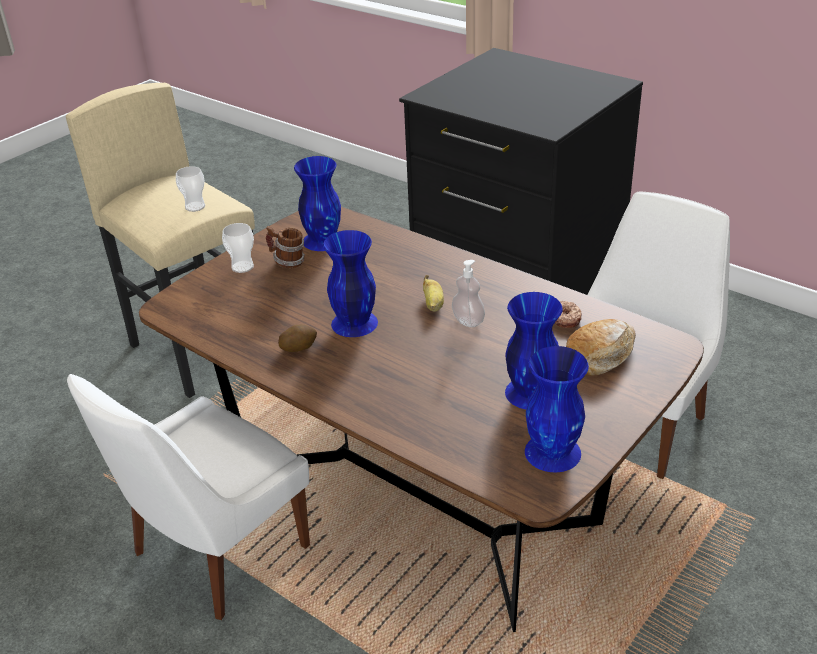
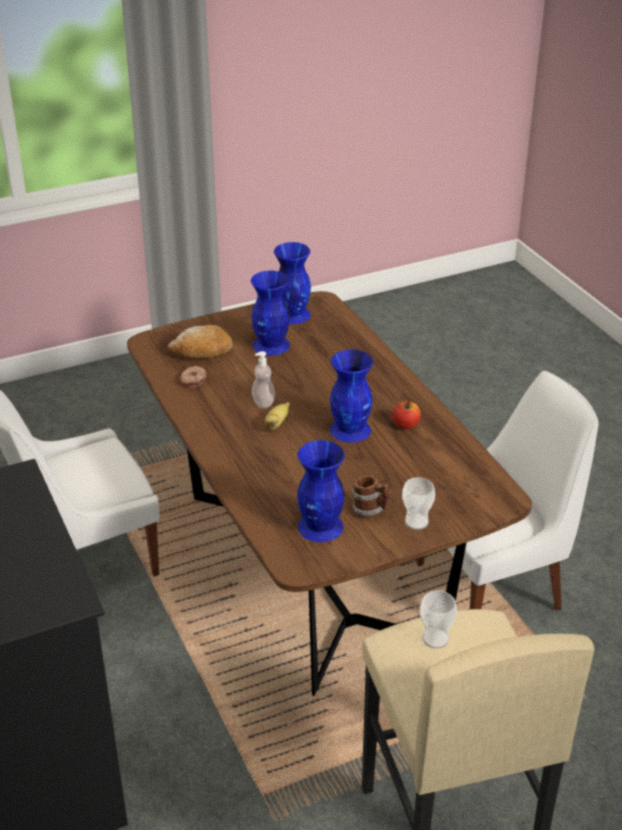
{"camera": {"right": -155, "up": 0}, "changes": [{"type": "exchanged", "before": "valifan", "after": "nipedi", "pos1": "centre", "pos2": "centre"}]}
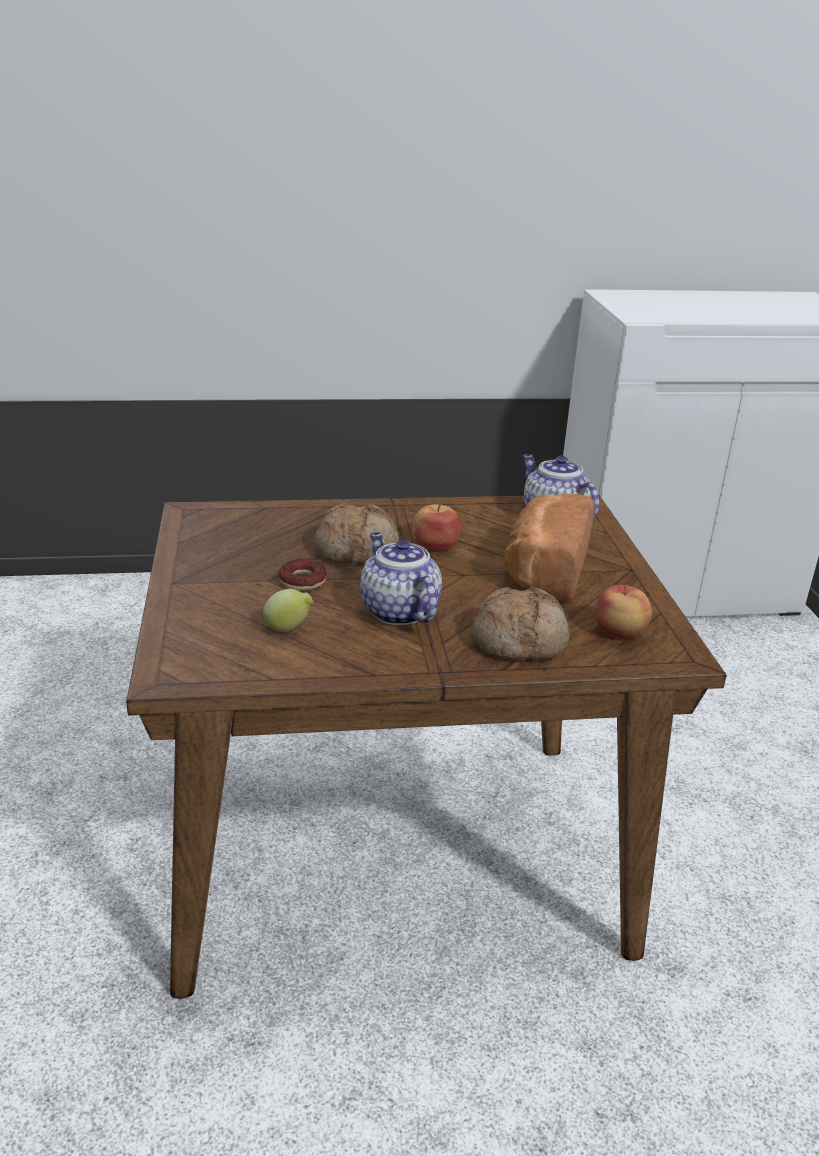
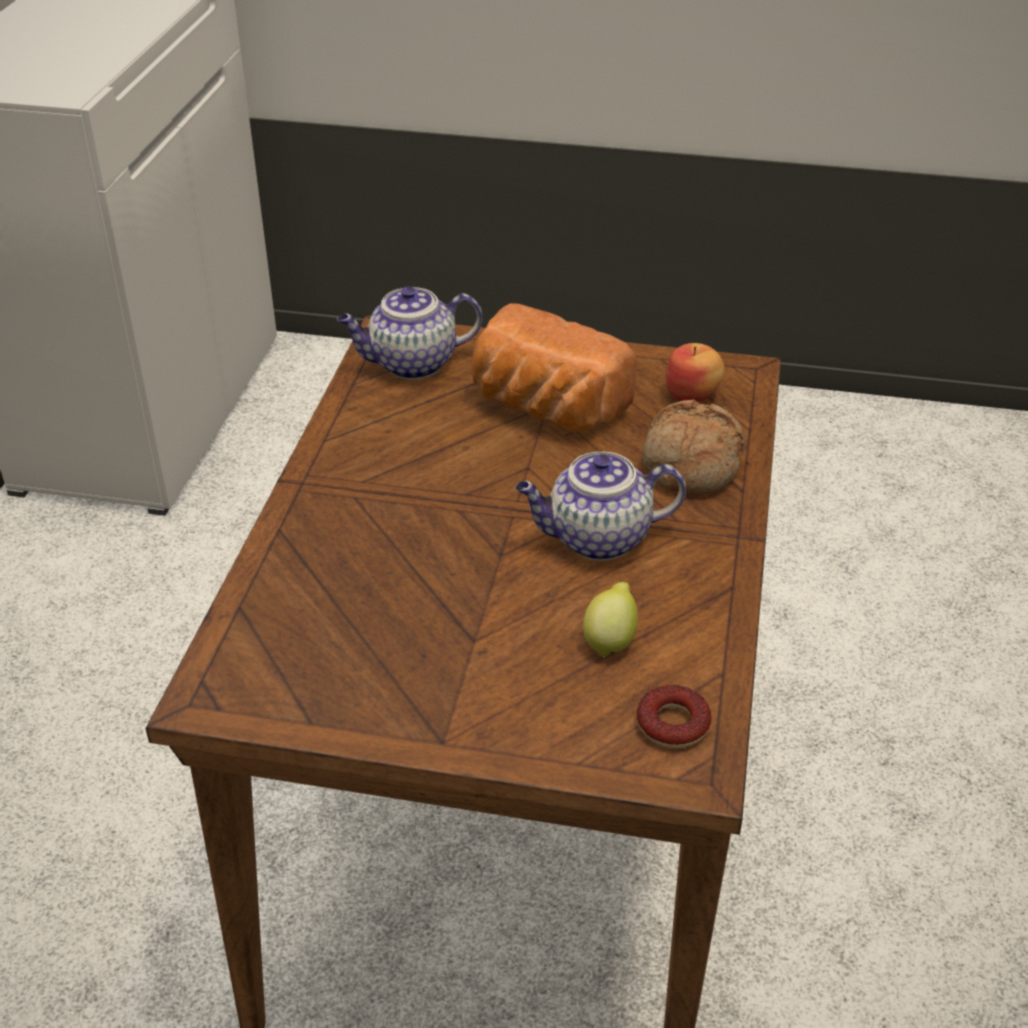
{"camera": {"right": -70, "up": 10}, "changes": [{"type": "relocated", "before": "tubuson", "pos1": "centre", "pos2": "bottom centre"}, {"type": "missing", "before": "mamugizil (no. 1 from left)", "pos1": "centre"}, {"type": "missing", "before": "nipedi (no. 1 from left)", "pos1": "centre"}]}
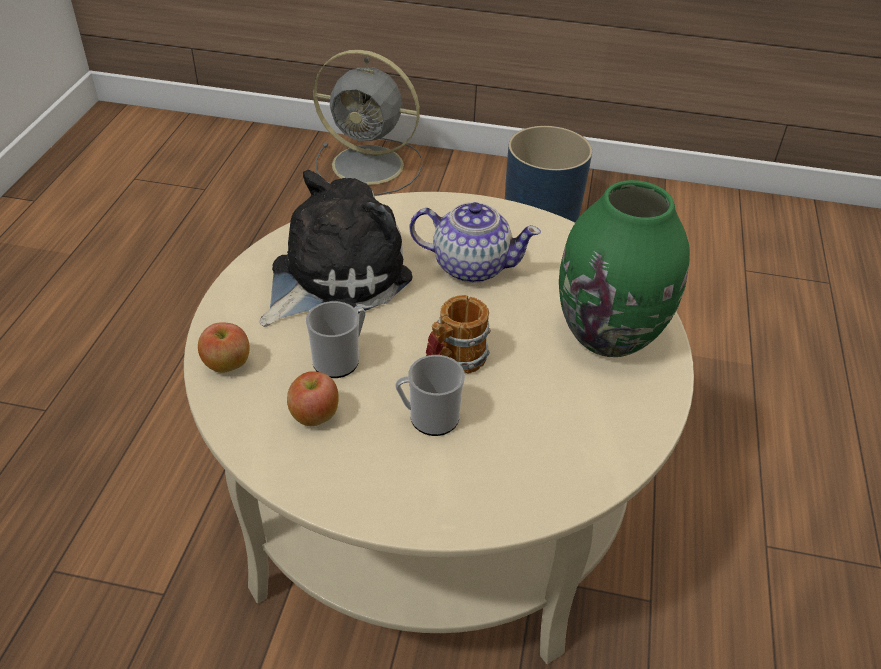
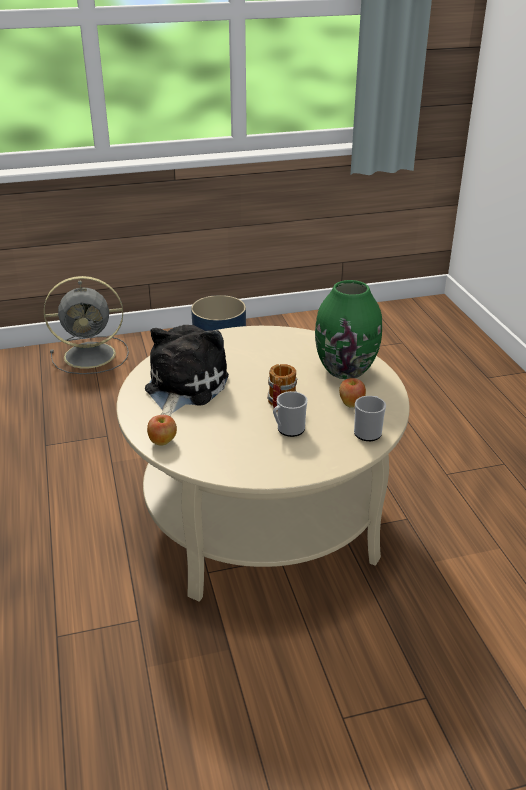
{"camera": {"right": -25, "up": -10}, "changes": [{"type": "relocated", "before": "nipedi (no. 2 from left)", "pos1": "centre", "pos2": "middle right"}, {"type": "relocated", "before": "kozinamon (no. 1 from left in the first image)", "after": "kozinamon (no. 3 from left)", "pos1": "centre", "pos2": "middle right"}, {"type": "missing", "before": "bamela", "pos1": "centre"}]}
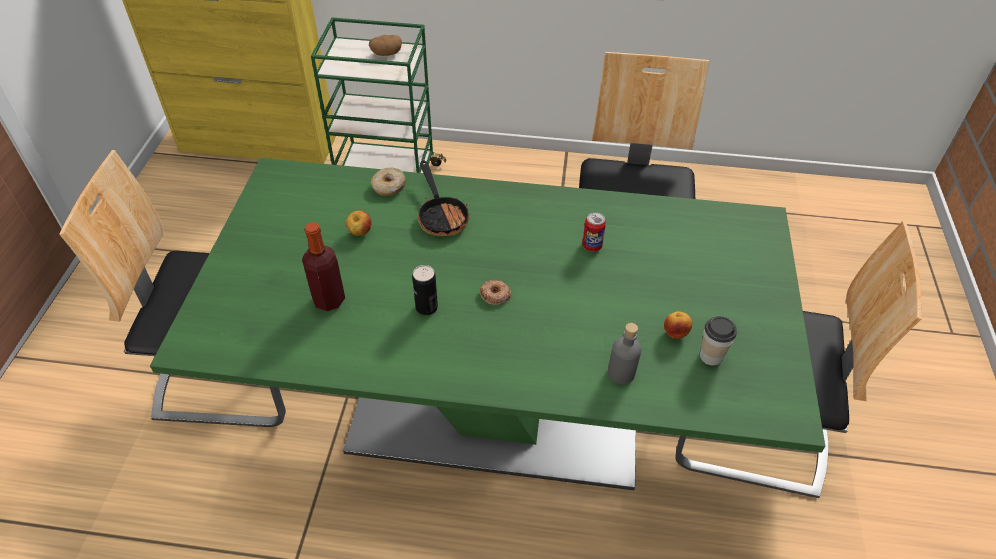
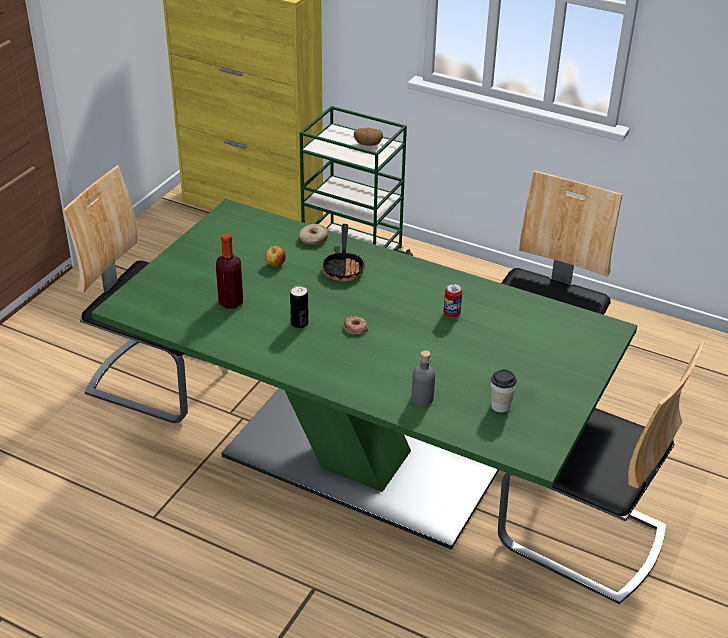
{"camera": {"right": 20, "up": -10}, "changes": [{"type": "missing", "before": "nipedi (no. 2 from left)", "pos1": "middle right"}]}
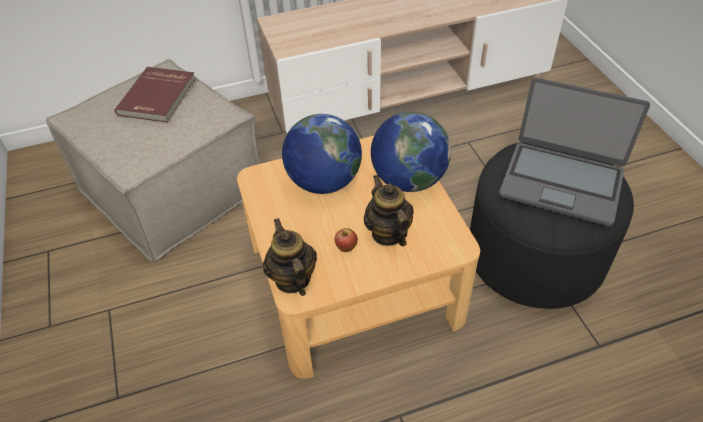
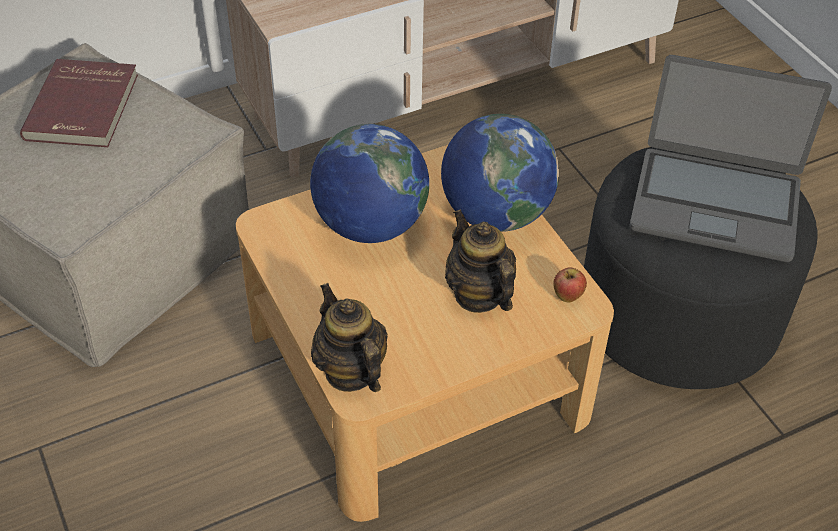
{"camera": {"right": -10, "up": 0}, "changes": [{"type": "relocated", "before": "nipedi", "pos1": "centre", "pos2": "middle right"}]}
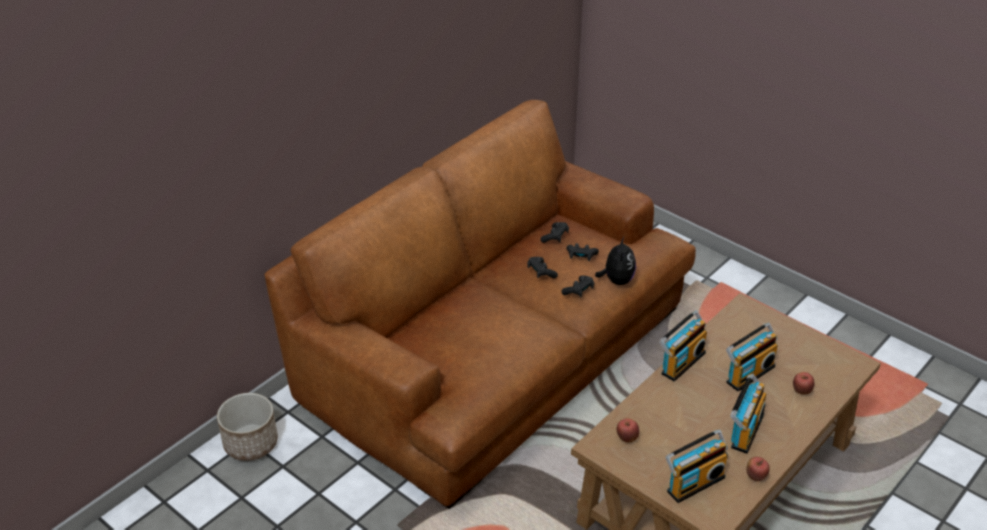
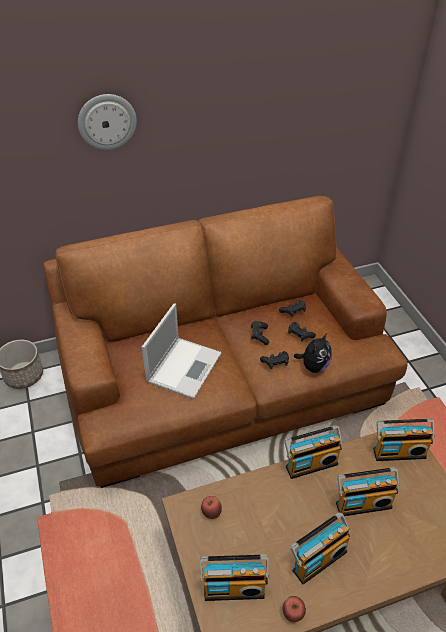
{"camera": {"right": 30, "up": 5}, "changes": [{"type": "appeared", "after": "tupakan", "pos2": "top left"}, {"type": "appeared", "after": "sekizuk", "pos2": "centre"}, {"type": "appeared", "after": "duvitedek (no. 5 from left)", "pos2": "bottom right"}, {"type": "missing", "before": "nipedi (no. 3 from left)", "pos1": "bottom right"}]}
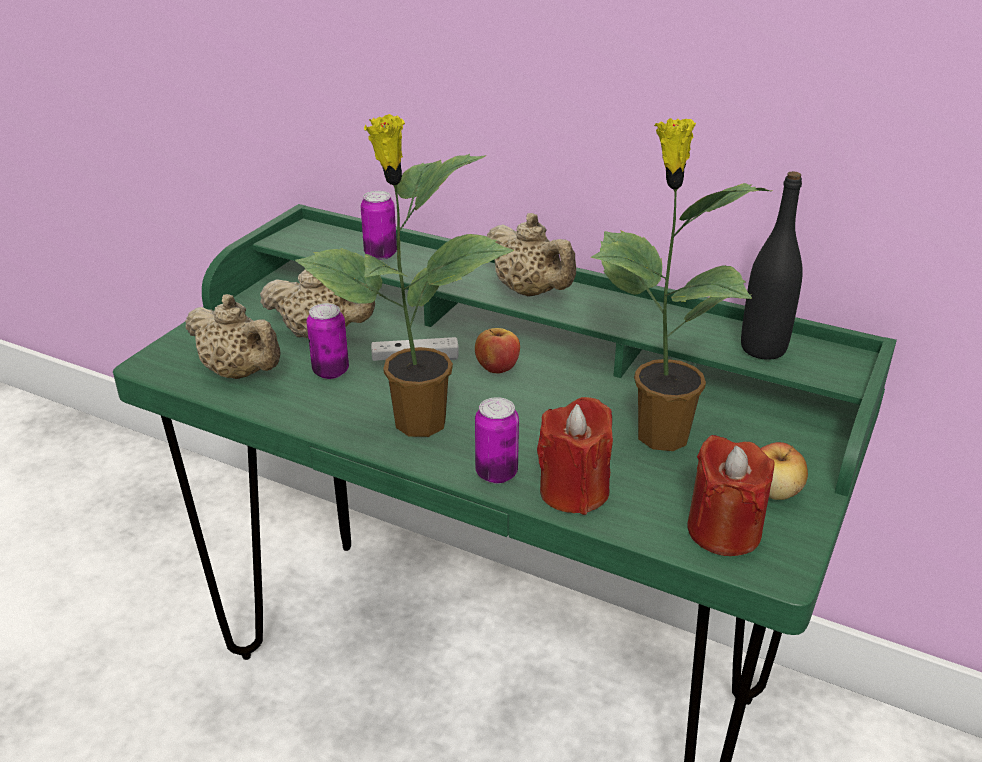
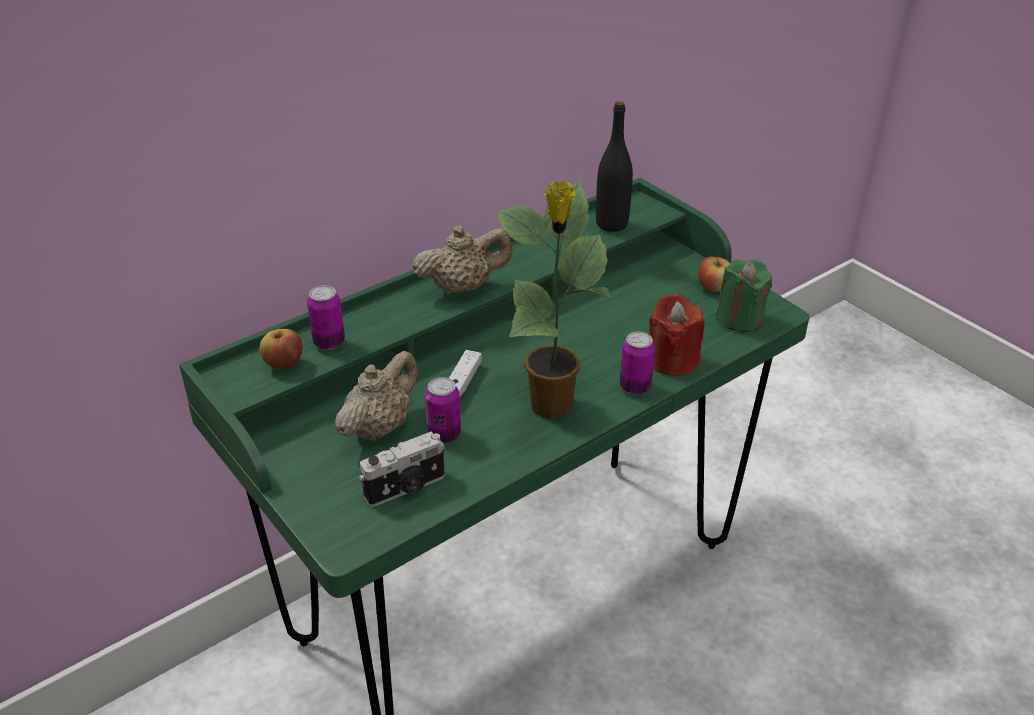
{"camera": {"right": -65, "up": 5}, "changes": [{"type": "relocated", "before": "nipedi (no. 1 from left)", "pos1": "centre", "pos2": "middle left"}, {"type": "exchanged", "before": "beige bamela (no. 1 from left)", "after": "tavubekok", "pos1": "middle left", "pos2": "centre"}, {"type": "colour", "before": "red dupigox (no. 2 from left)", "after": "green dupigox", "pos1": "middle right", "pos2": "middle right"}, {"type": "missing", "before": "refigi (no. 2 from left)", "pos1": "middle right"}]}
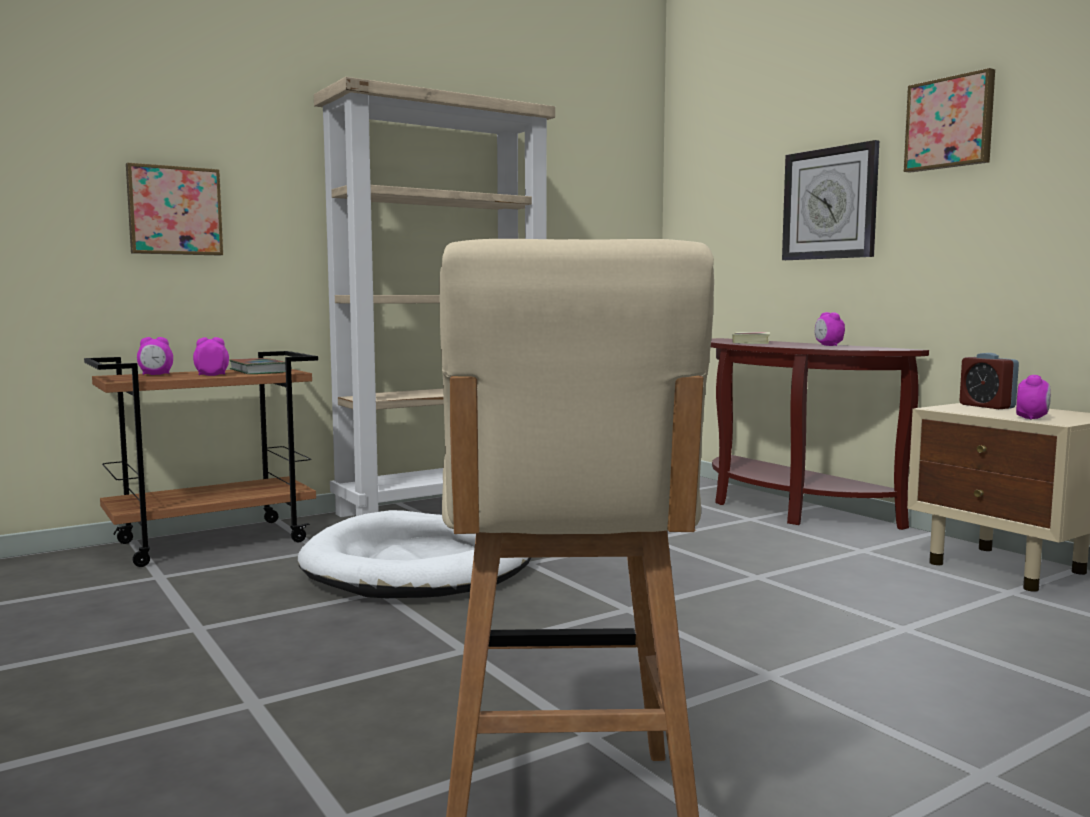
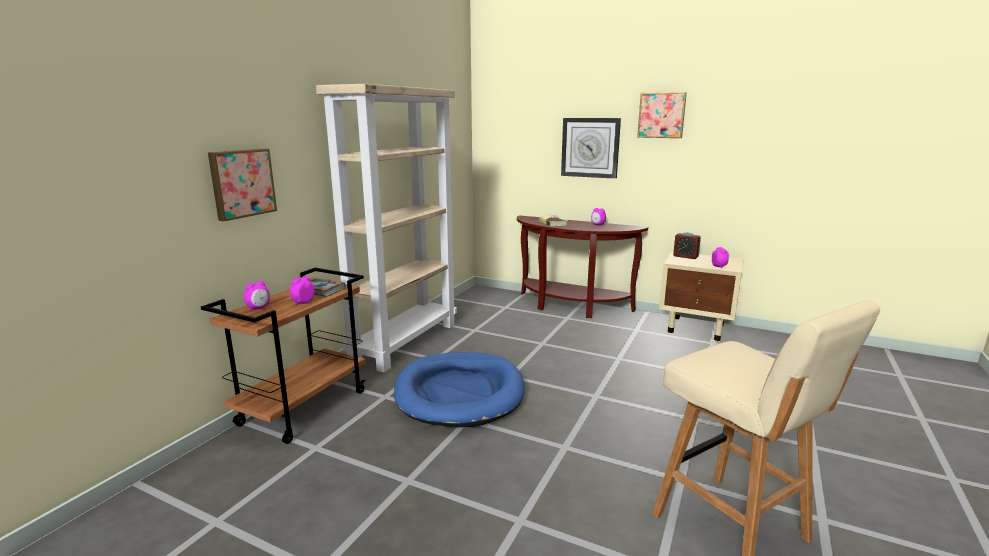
{"camera": {"right": -30, "up": 10}, "changes": [{"type": "colour", "before": "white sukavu", "after": "blue sukavu", "pos1": "bottom centre", "pos2": "bottom centre"}]}
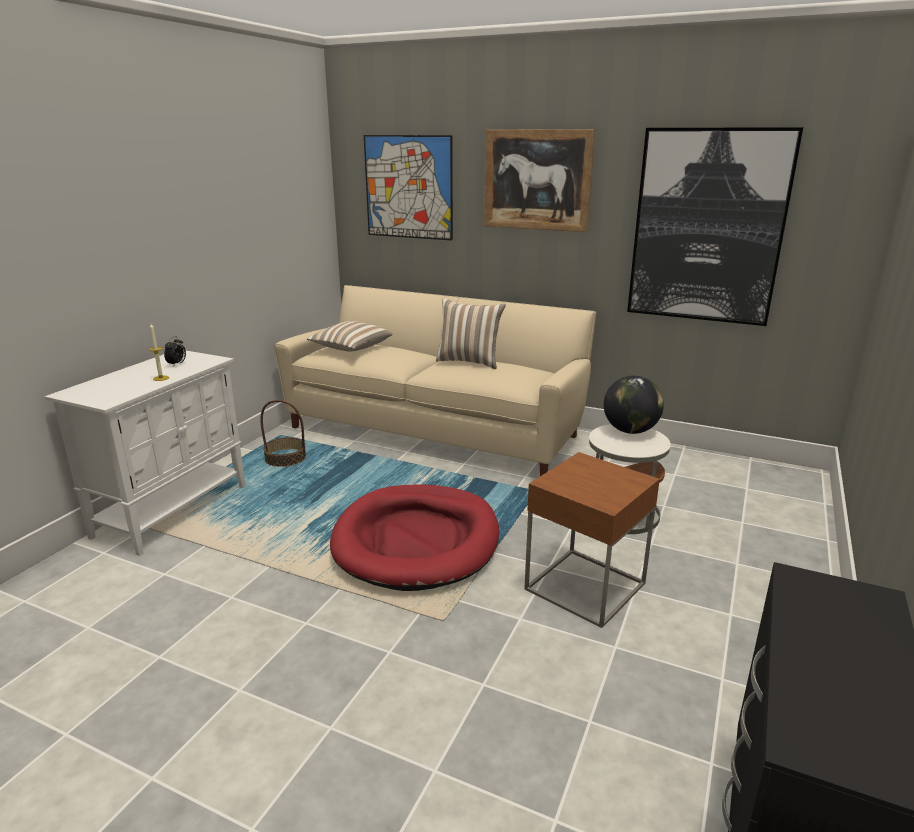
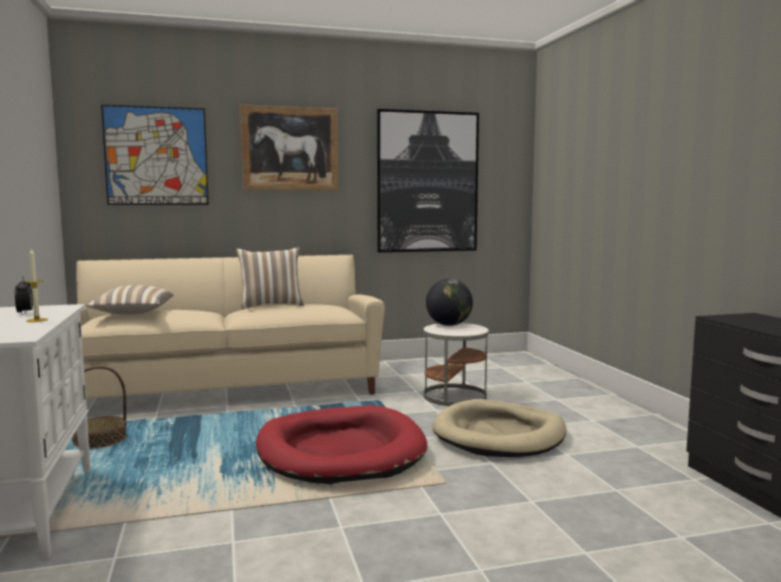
{"camera": {"right": -40, "up": -15}, "changes": [{"type": "exchanged", "before": "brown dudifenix", "after": "beige sukavu", "pos1": "centre", "pos2": "bottom centre"}]}
